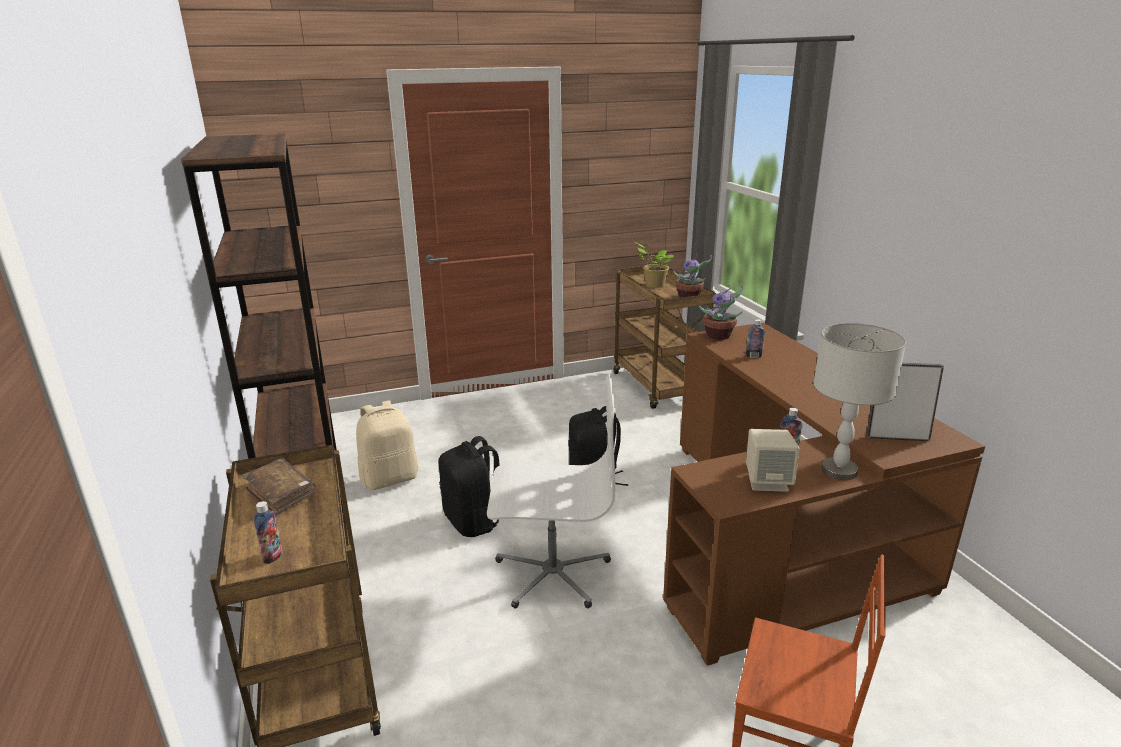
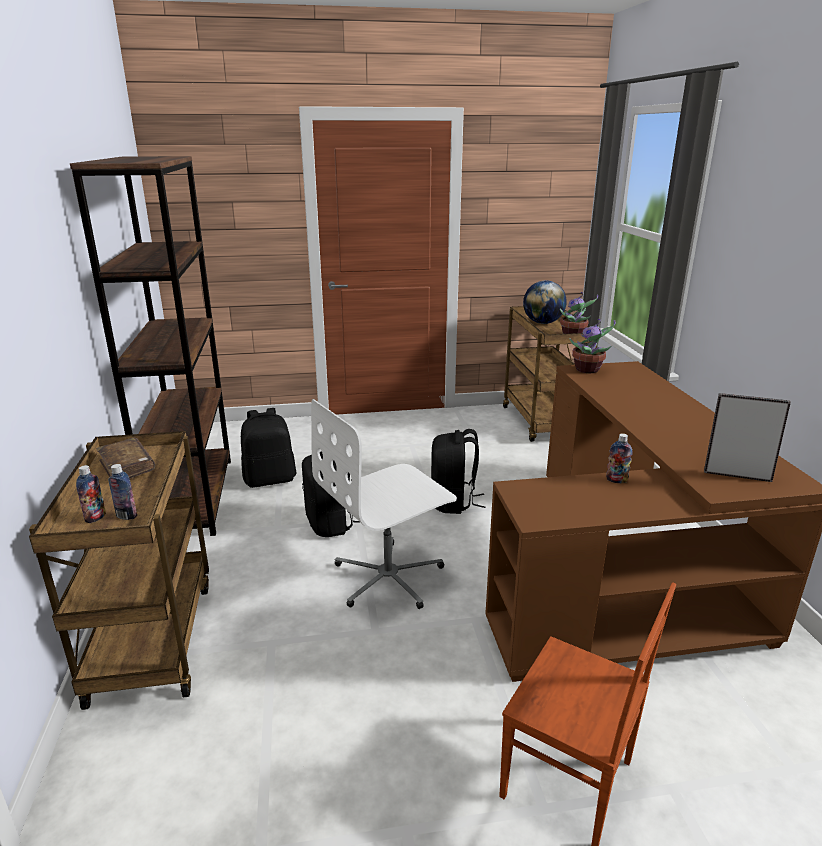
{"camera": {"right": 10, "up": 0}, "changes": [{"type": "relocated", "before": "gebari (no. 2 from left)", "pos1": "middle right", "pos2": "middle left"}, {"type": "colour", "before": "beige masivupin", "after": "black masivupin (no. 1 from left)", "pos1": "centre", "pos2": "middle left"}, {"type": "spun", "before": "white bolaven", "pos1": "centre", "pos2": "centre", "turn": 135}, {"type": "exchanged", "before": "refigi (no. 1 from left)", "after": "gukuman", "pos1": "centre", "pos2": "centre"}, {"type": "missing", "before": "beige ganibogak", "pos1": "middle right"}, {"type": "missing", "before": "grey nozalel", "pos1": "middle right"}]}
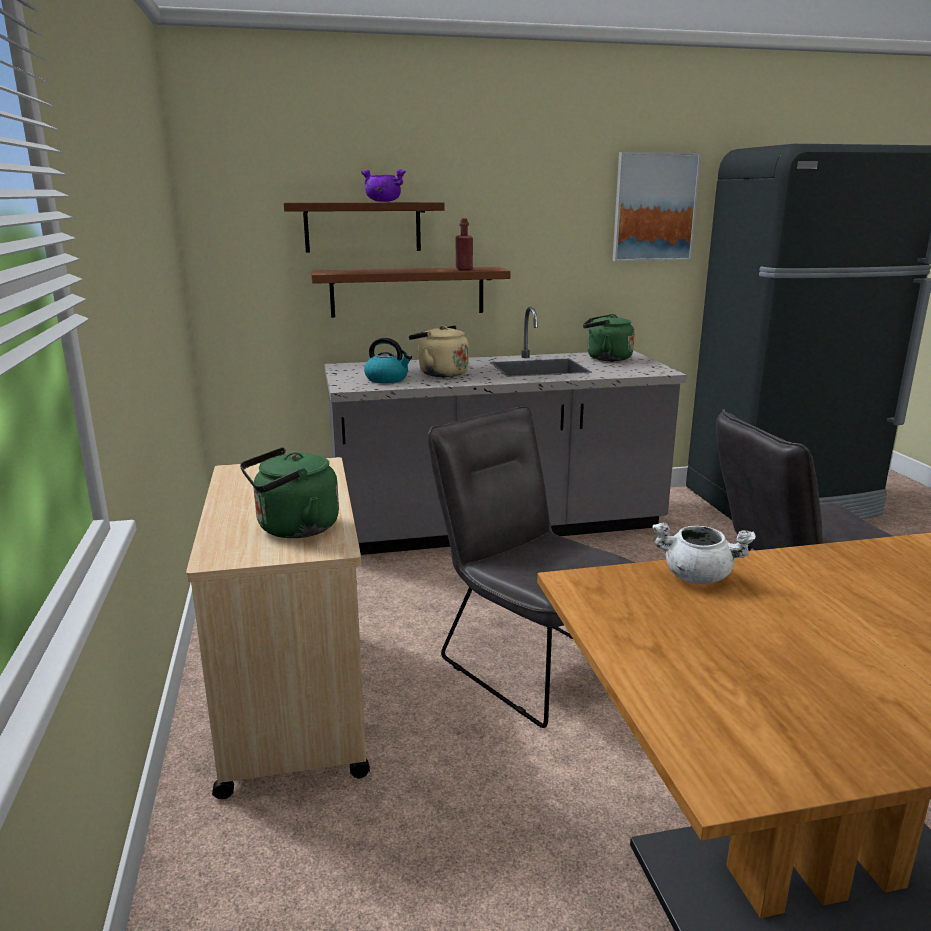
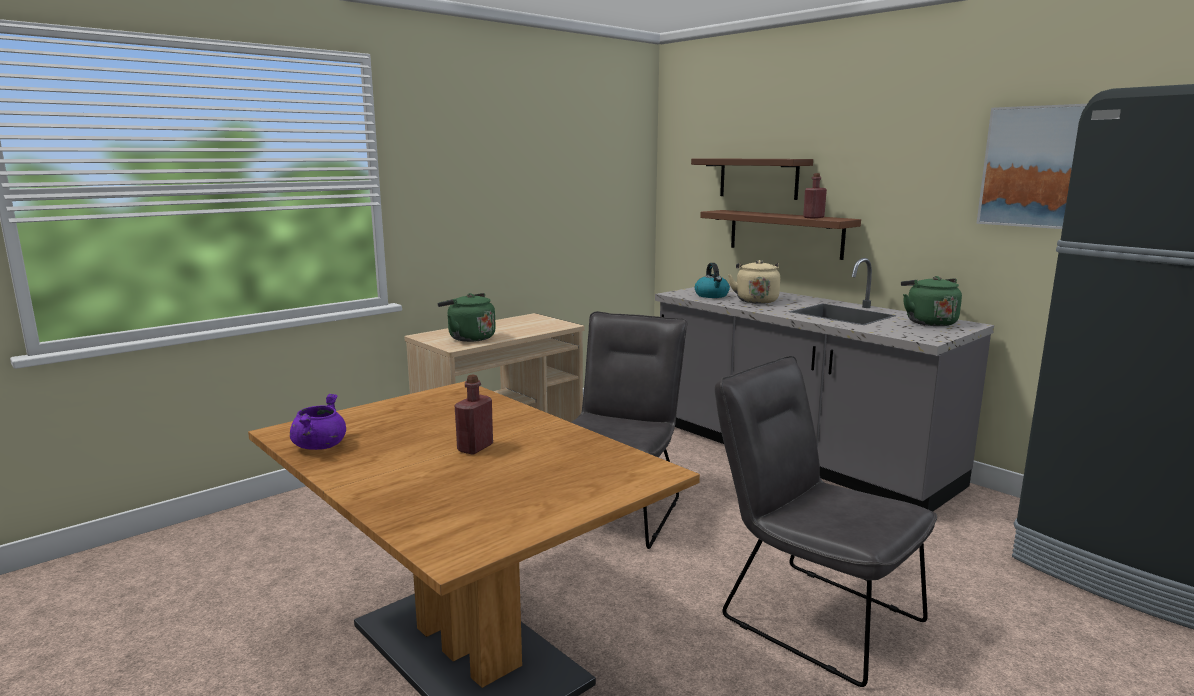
{"camera": {"right": 60, "up": -5}, "changes": [{"type": "relocated", "before": "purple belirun", "pos1": "top centre", "pos2": "middle left"}, {"type": "appeared", "after": "red gebari (no. 1 from left)", "pos2": "centre"}, {"type": "missing", "before": "white belirun", "pos1": "middle right"}]}
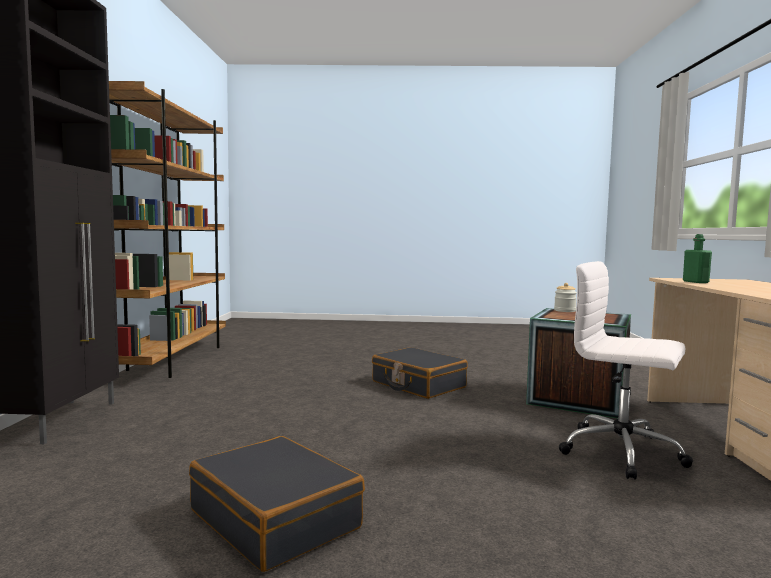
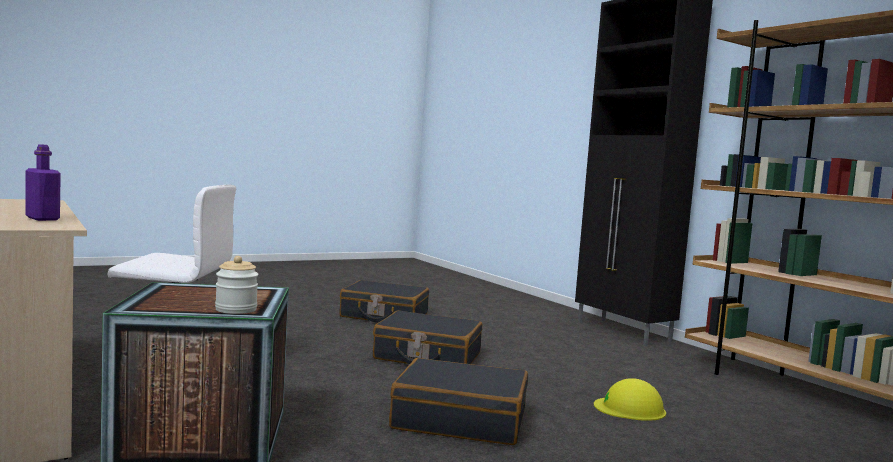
{"camera": {"right": 145, "up": 0}, "changes": [{"type": "colour", "before": "green gebari", "after": "purple gebari", "pos1": "middle right", "pos2": "middle left"}, {"type": "appeared", "after": "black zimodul (no. 2 from left)", "pos2": "bottom centre"}, {"type": "appeared", "after": "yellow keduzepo", "pos2": "bottom right"}]}
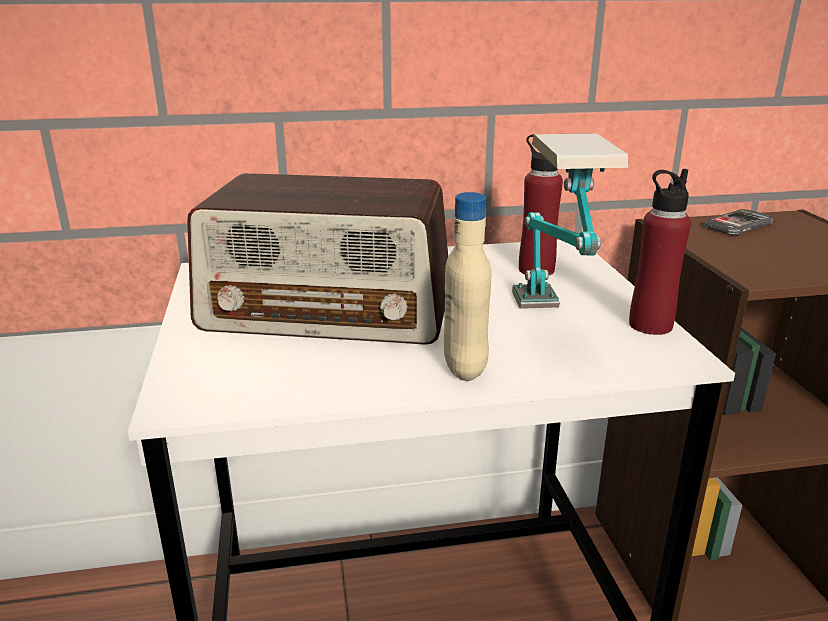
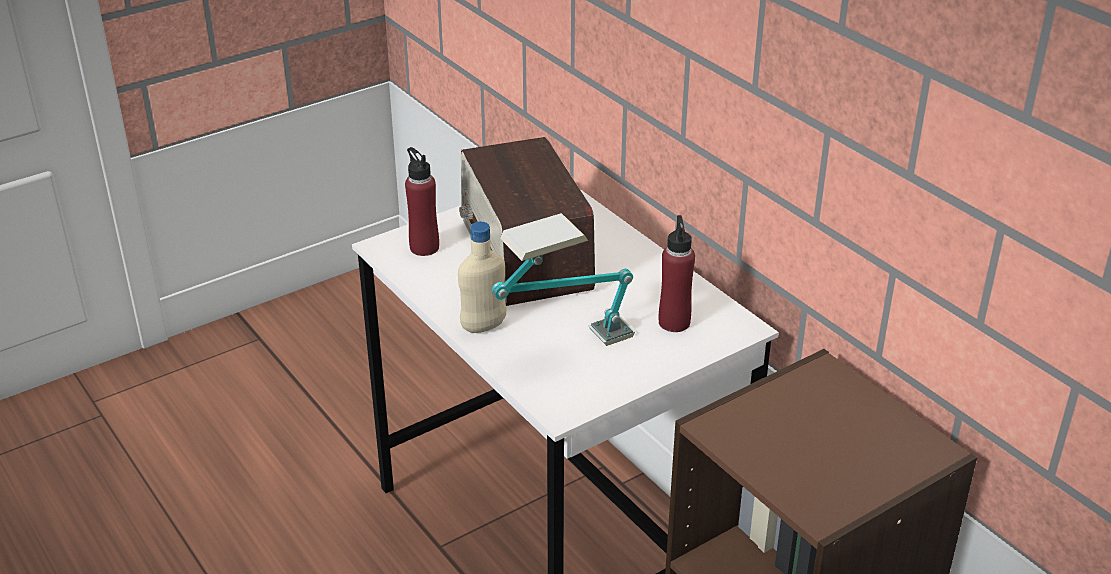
{"camera": {"right": 65, "up": 10}, "changes": [{"type": "relocated", "before": "red gebari (no. 2 from left in the first image)", "after": "red gebari (no. 1 from left)", "pos1": "middle right", "pos2": "centre"}, {"type": "missing", "before": "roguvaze", "pos1": "middle right"}]}
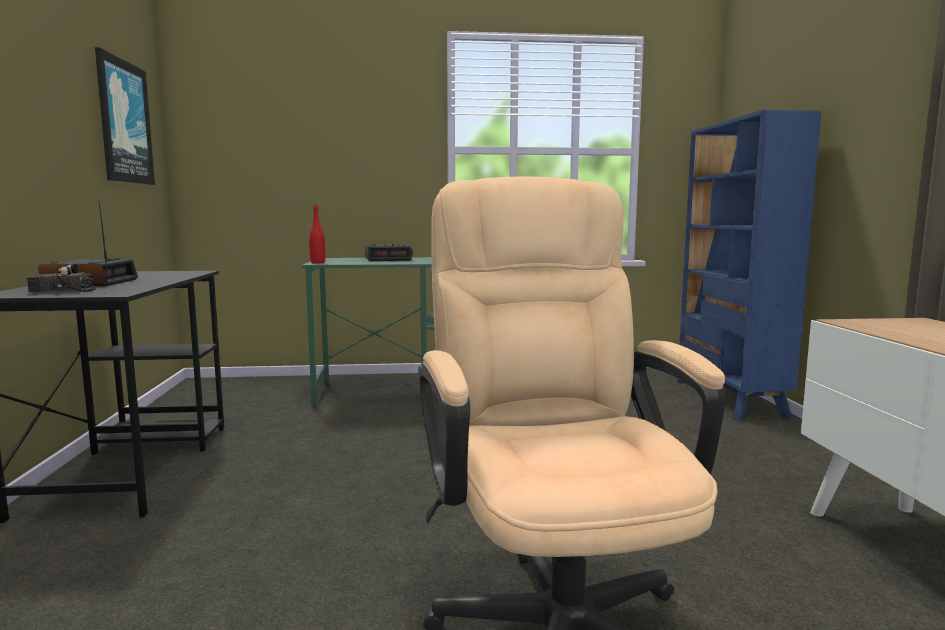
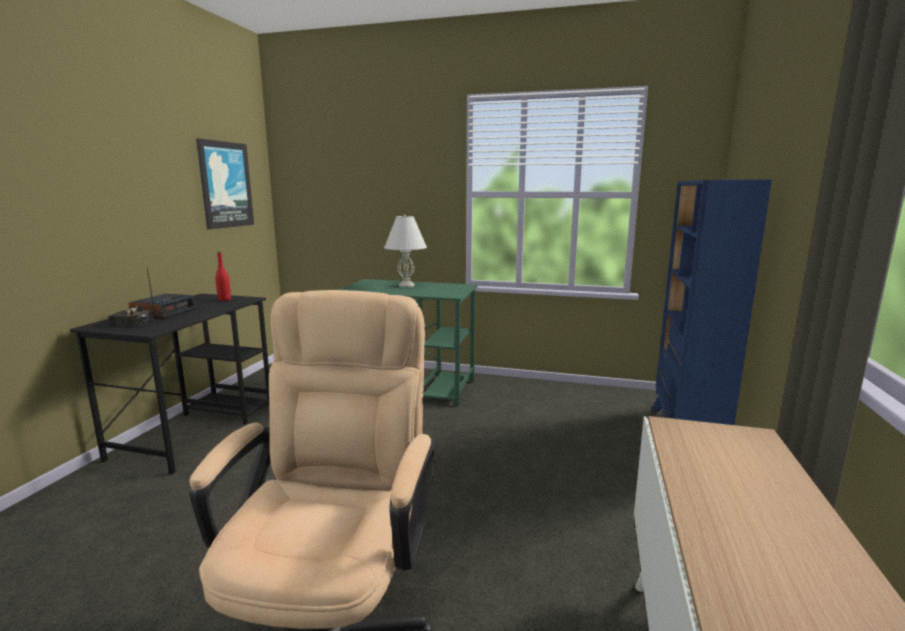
{"camera": {"right": 20, "up": 5}, "changes": [{"type": "relocated", "before": "red gebari", "pos1": "centre", "pos2": "middle left"}, {"type": "exchanged", "before": "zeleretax (no. 2 from left)", "after": "white nozalel", "pos1": "centre", "pos2": "centre"}]}
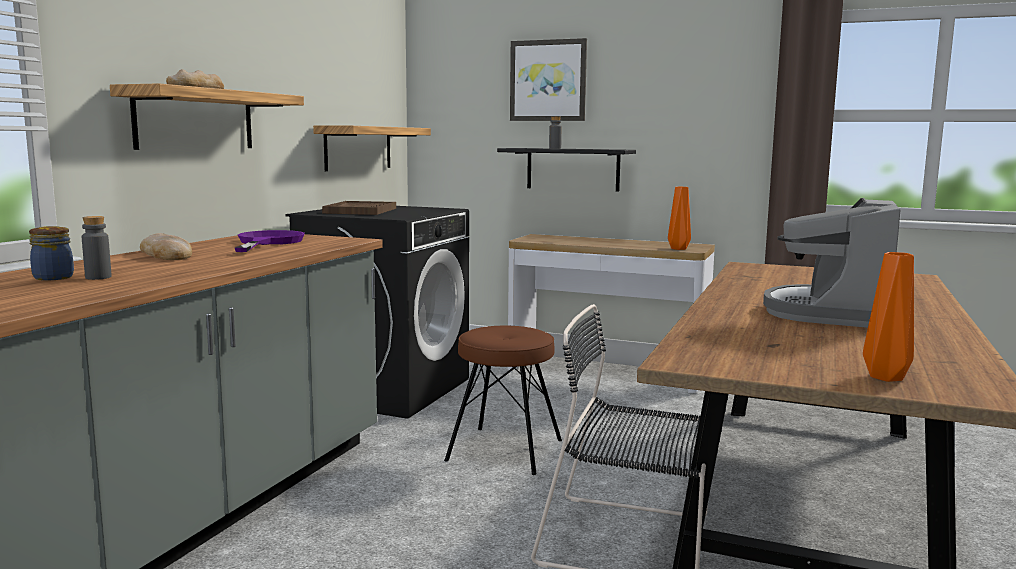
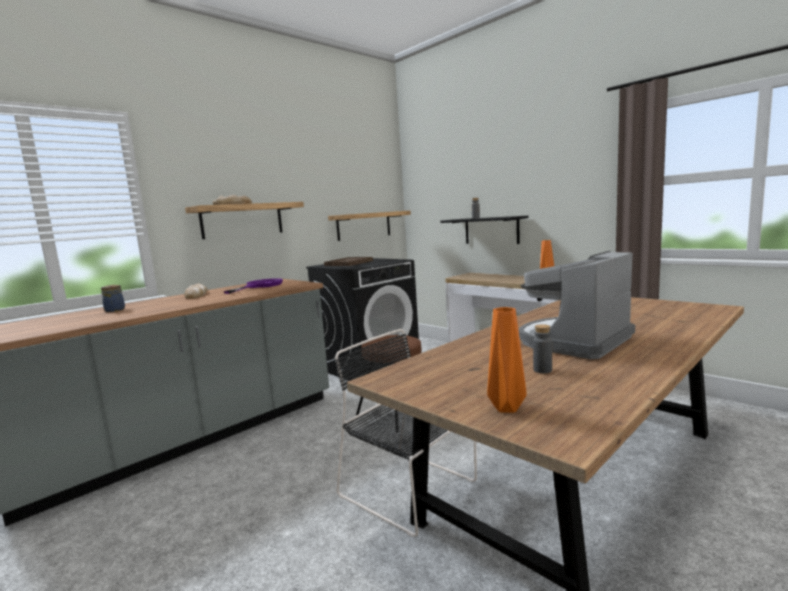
{"camera": {"right": 25, "up": 0}, "changes": [{"type": "relocated", "before": "grey gebari (no. 1 from left in the first image)", "after": "grey gebari (no. 2 from left)", "pos1": "middle left", "pos2": "middle right"}, {"type": "missing", "before": "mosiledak", "pos1": "top centre"}]}
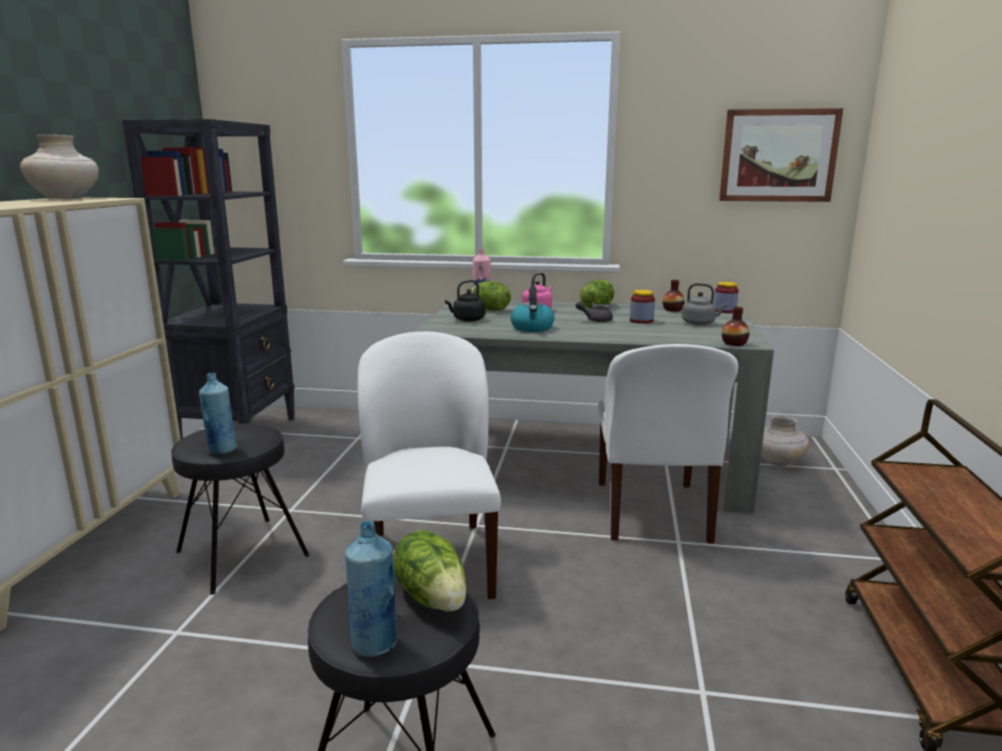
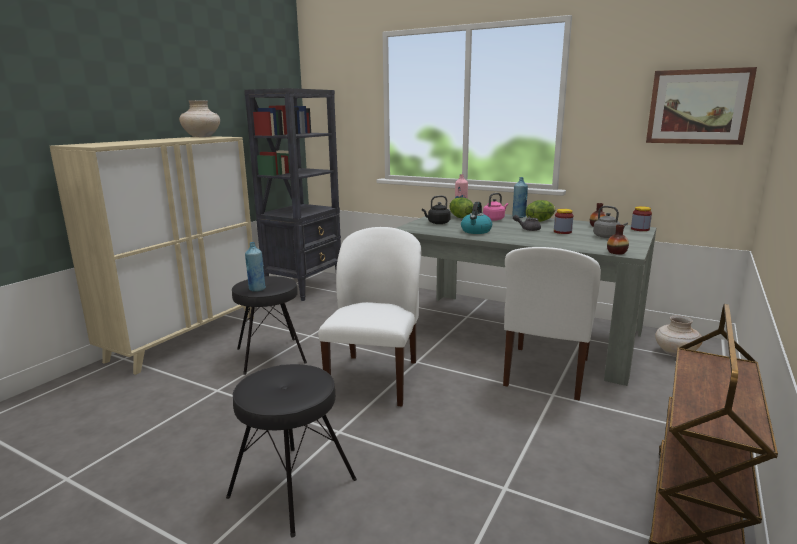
{"camera": {"right": 20, "up": 0}, "changes": [{"type": "relocated", "before": "blue gebari (no. 2 from left)", "pos1": "bottom centre", "pos2": "centre"}, {"type": "missing", "before": "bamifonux (no. 1 from left)", "pos1": "bottom centre"}]}
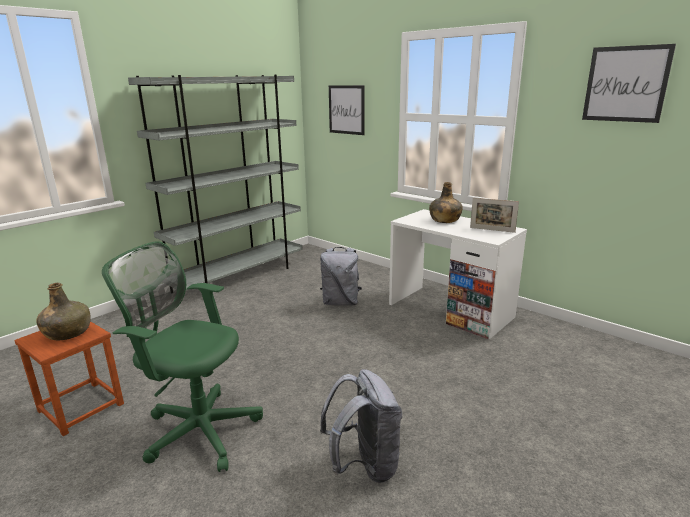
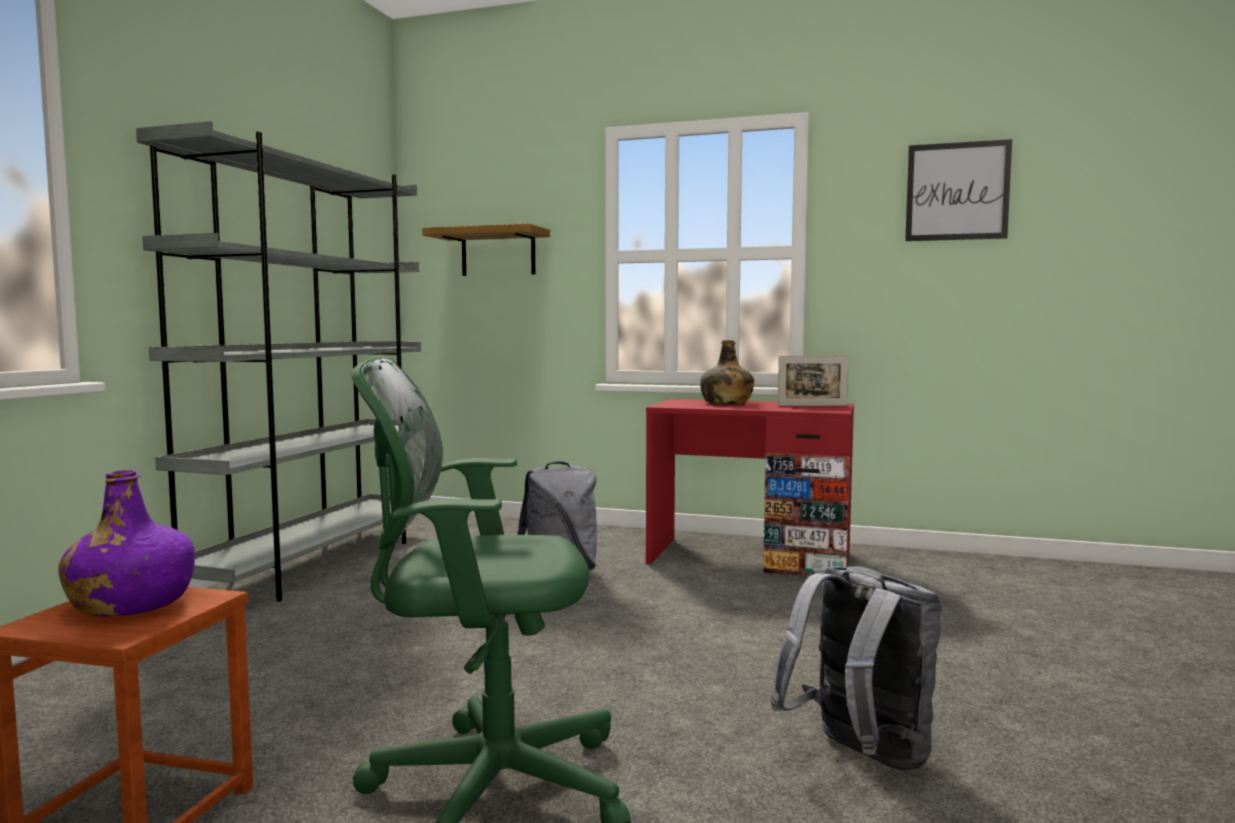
{"camera": {"right": -25, "up": -15}, "changes": [{"type": "colour", "before": "green gebari (no. 1 from left)", "after": "purple gebari", "pos1": "middle left", "pos2": "middle left"}, {"type": "exchanged", "before": "mosiledak (no. 1 from left)", "after": "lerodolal", "pos1": "top centre", "pos2": "top centre"}, {"type": "colour", "before": "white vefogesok", "after": "red vefogesok", "pos1": "centre", "pos2": "centre"}]}
